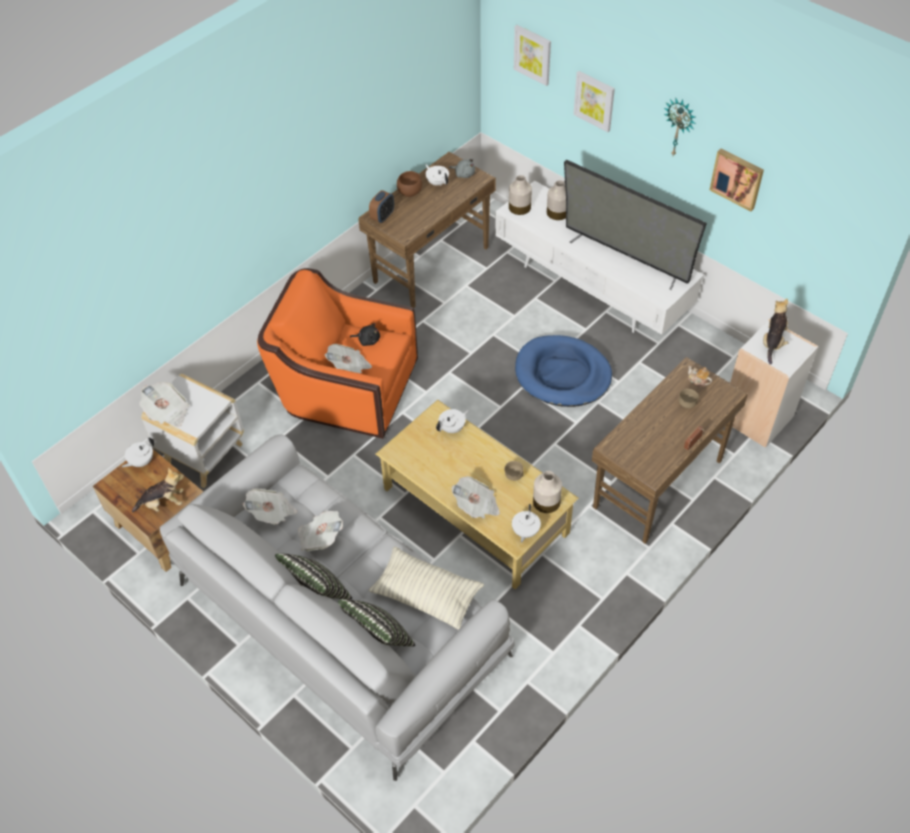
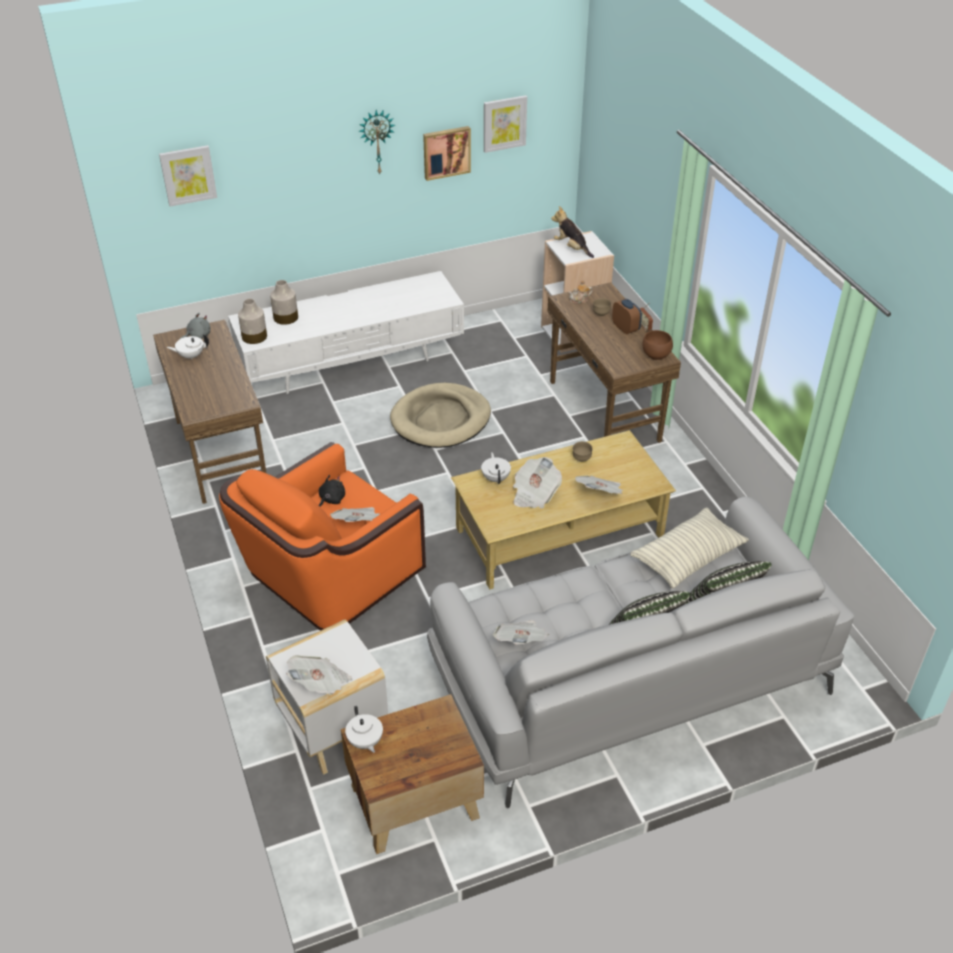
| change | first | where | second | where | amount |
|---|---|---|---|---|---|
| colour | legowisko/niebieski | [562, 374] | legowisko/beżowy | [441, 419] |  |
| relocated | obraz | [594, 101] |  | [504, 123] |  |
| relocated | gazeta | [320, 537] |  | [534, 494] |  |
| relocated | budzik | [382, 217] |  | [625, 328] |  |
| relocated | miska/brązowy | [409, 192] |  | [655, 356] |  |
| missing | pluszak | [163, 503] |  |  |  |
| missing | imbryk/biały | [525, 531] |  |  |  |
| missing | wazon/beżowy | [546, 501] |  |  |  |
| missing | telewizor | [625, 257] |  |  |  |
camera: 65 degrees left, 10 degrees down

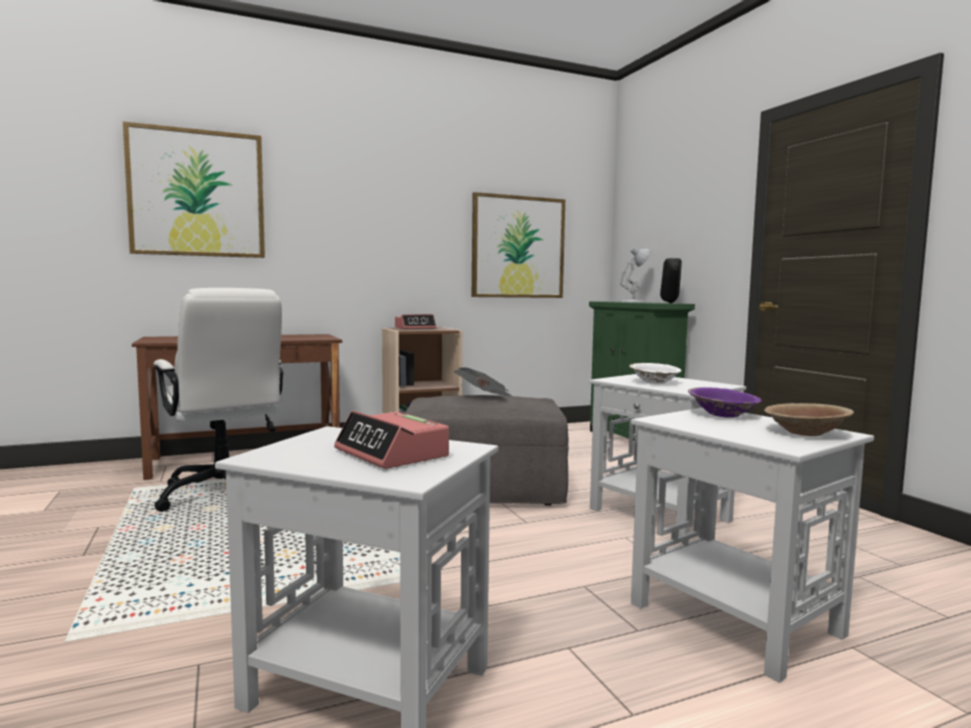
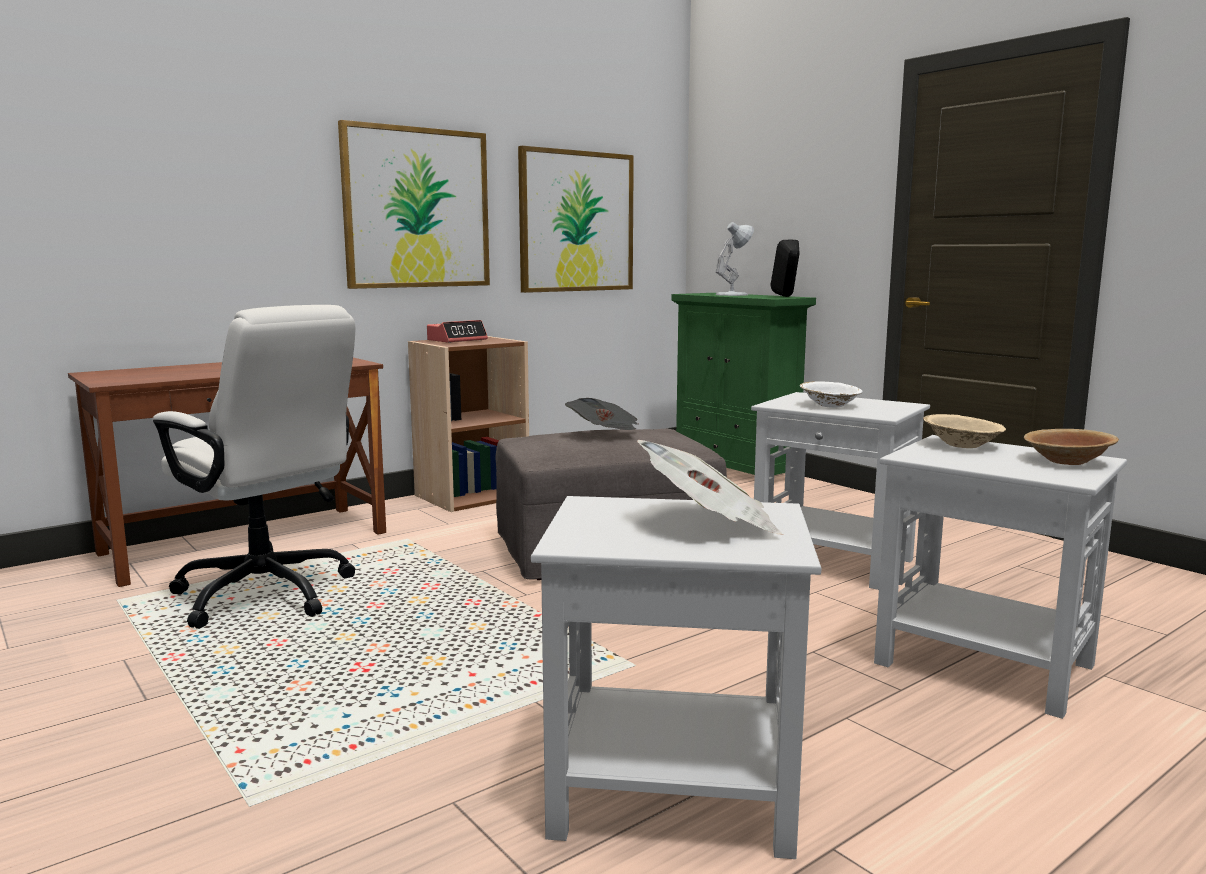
| change | first | where | second | where | amount |
|---|---|---|---|---|---|
| relocated | obraz | [197, 193] |  | [417, 208] |  |
| exchanged | budzik | [392, 453] | gazeta | [711, 524] |  |
| colour | miska/fioletowy | [723, 415] | miska/beżowy | [962, 445] |  |
camera: 15 degrees left, 5 degrees up

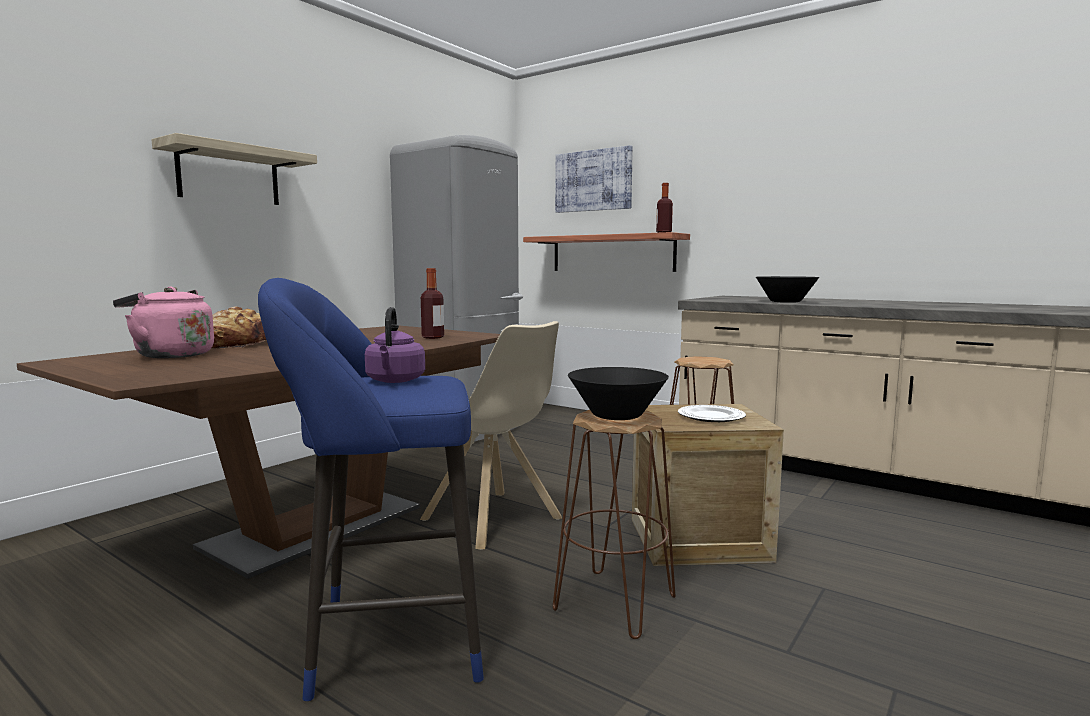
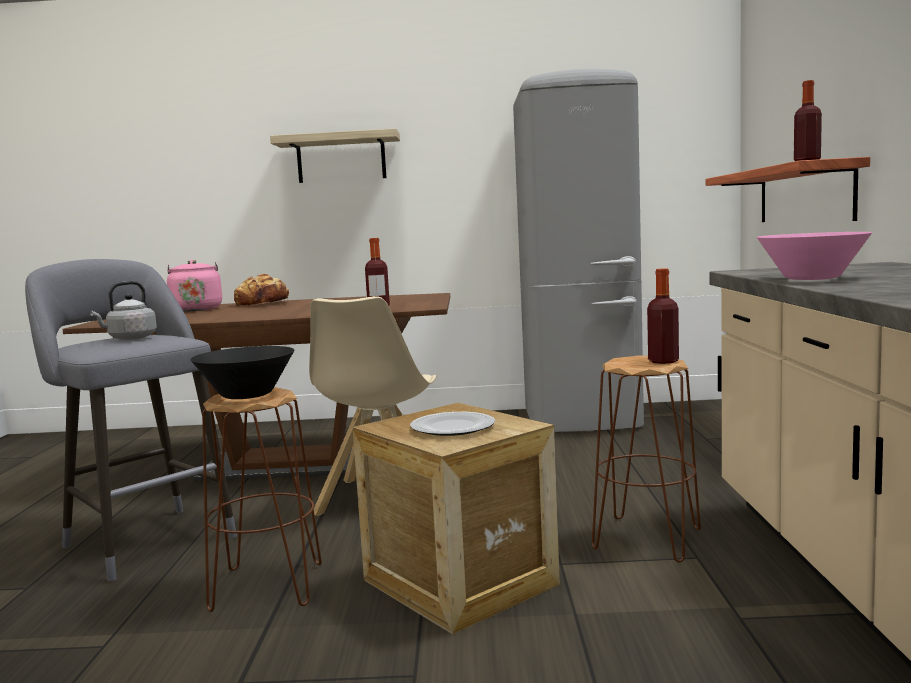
| change | first | where | second | where | amount |
|---|---|---|---|---|---|
| colour | stołek/niebieski | [386, 640] | stołek/szary | [145, 539] |  |
| colour | czajnik/fioletowy | [395, 381] | czajnik/szary | [130, 338] |  |
| appeared |  |  | butelka | [663, 361] |  |
| colour | miska/czarny | [785, 302] | miska/różowy | [811, 278] |  |
| missing | obraz | [593, 180] |  |  |  |
camera: 55 degrees right, 0 degrees up

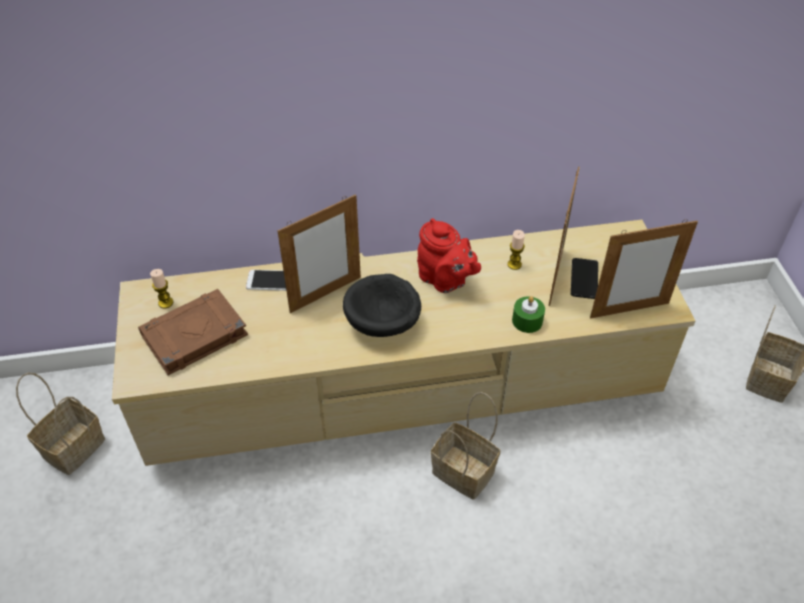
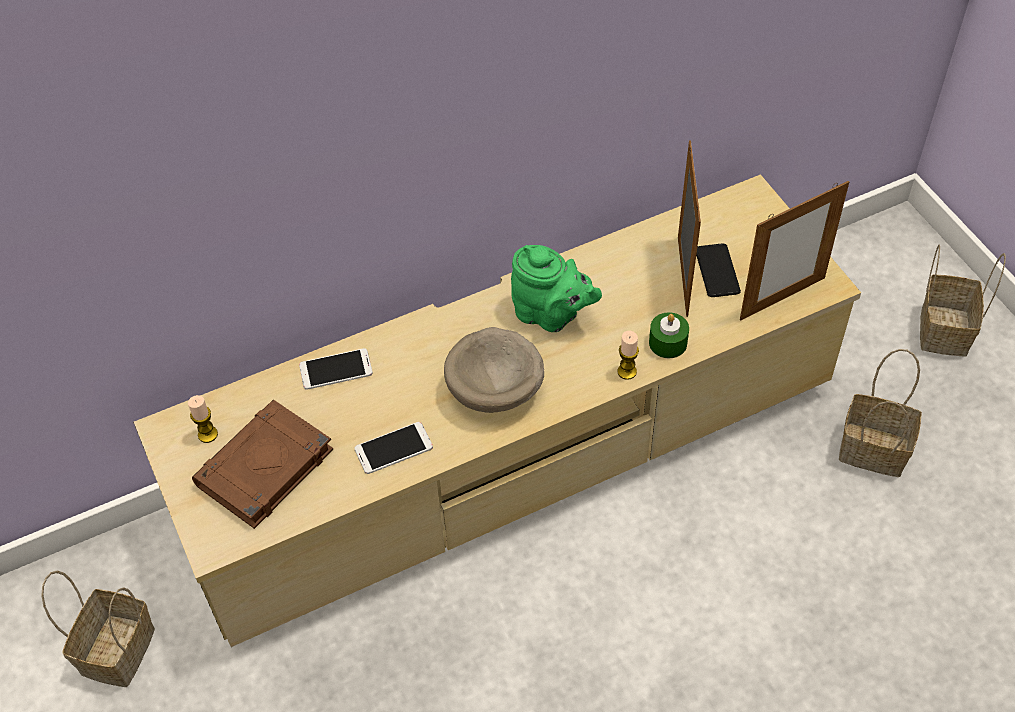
| change | first | where | second | where | amount |
|---|---|---|---|---|---|
| appeared |  |  | telefon | [393, 448] |  |
| colour | miska/czarny | [384, 323] | miska/beżowy | [497, 390] |  |
| colour | imbryk/czerwony | [445, 280] | imbryk/zielony | [551, 315] |  |
| relocated | świeca | [514, 264] |  | [627, 371] |  |
| relocated | koszyk | [465, 472] |  | [876, 449] |  |
| missing | ramka na zdjęcie | [325, 294] |  |  |  |
camera: 15 degrees left, 5 degrees up

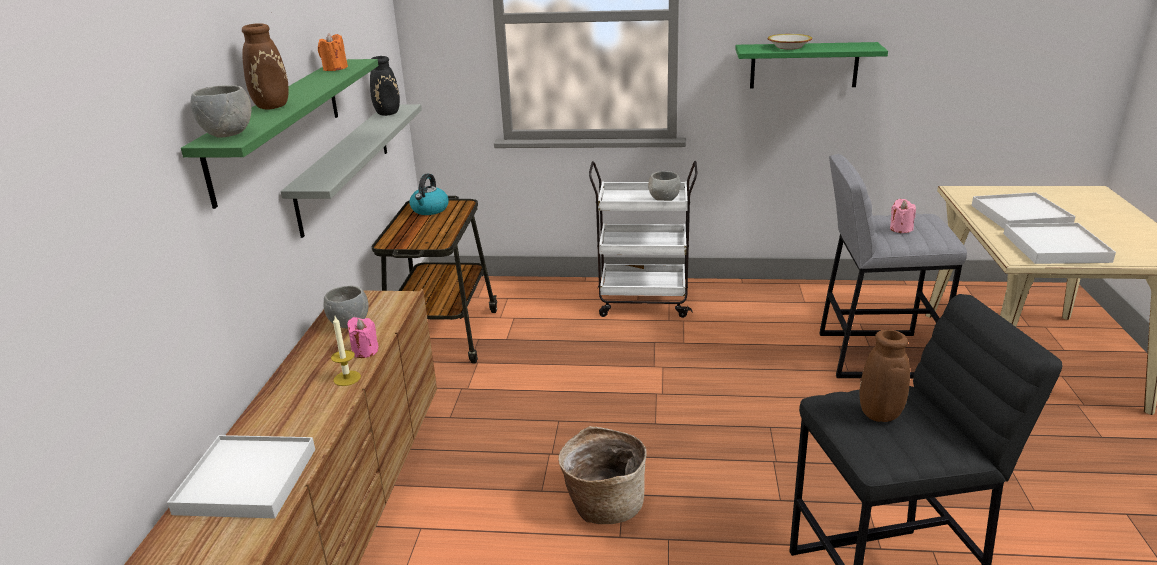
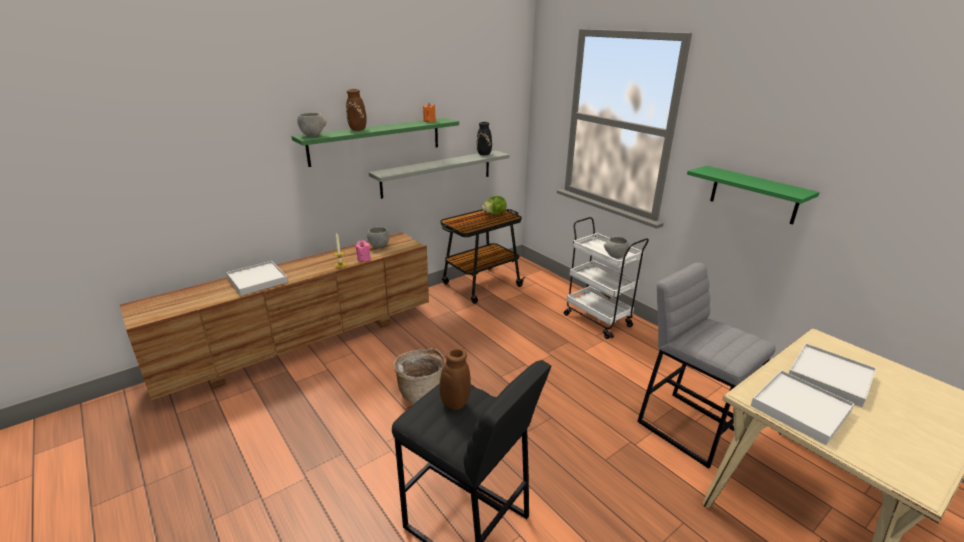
| change | first | where | second | where | amount |
|---|---|---|---|---|---|
| exchanged | czajnik | [430, 210] | sałata | [494, 214] |  |
| missing | miska | [789, 47] |  |  |  |
| missing | świeca/różowy | [900, 229] |  |  |  |
camera: 45 degrees right, 0 degrees up

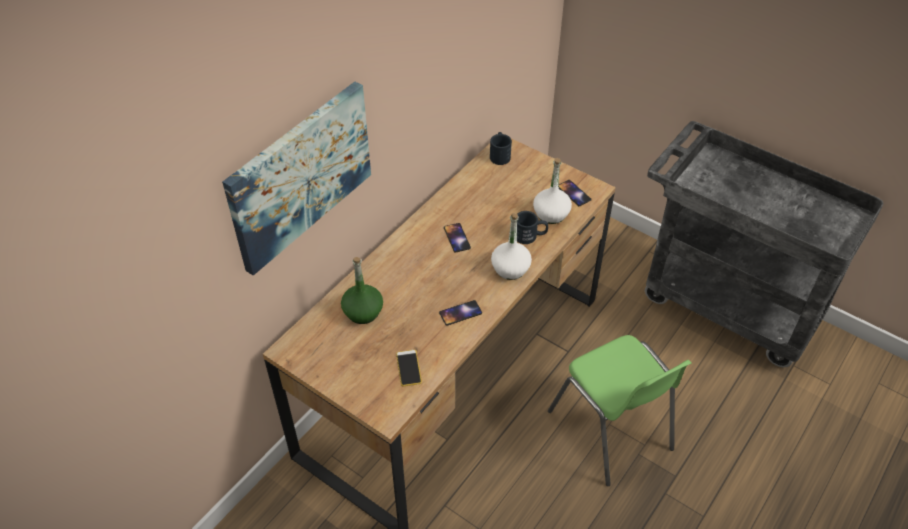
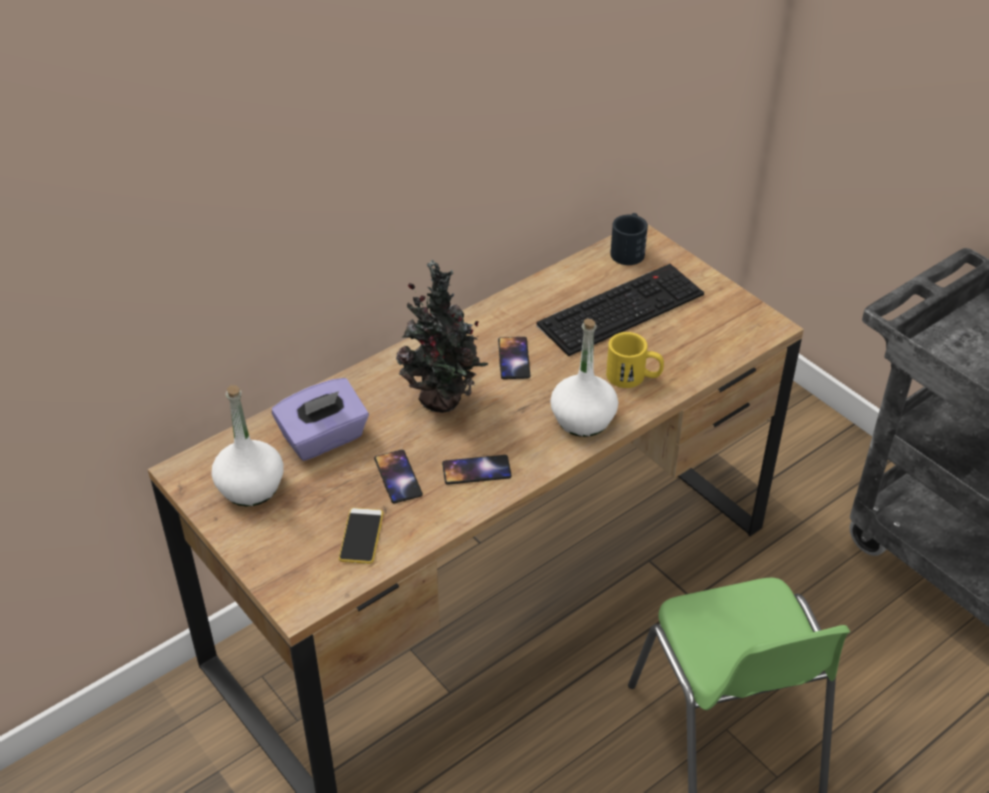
| change | first | where | second | where | amount |
|---|---|---|---|---|---|
| relocated | butelka/biały | [551, 214] |  | [251, 487] |  |
| exchanged | butelka/zielony | [363, 312] | pudełko chusteczek/fioletowy | [324, 438] |  |
| relocated | telefon | [573, 193] |  | [398, 477] |  |
| appeared |  |  | roślina doniczkowa | [444, 402] |  |
| appeared |  |  | klawiatura | [621, 308] |  |
| colour | kubek/czarny | [530, 236] | kubek/żółty | [634, 377] |  |
| missing | obraz | [300, 175] |  |  |  |
camera: 15 degrees right, 5 degrees down

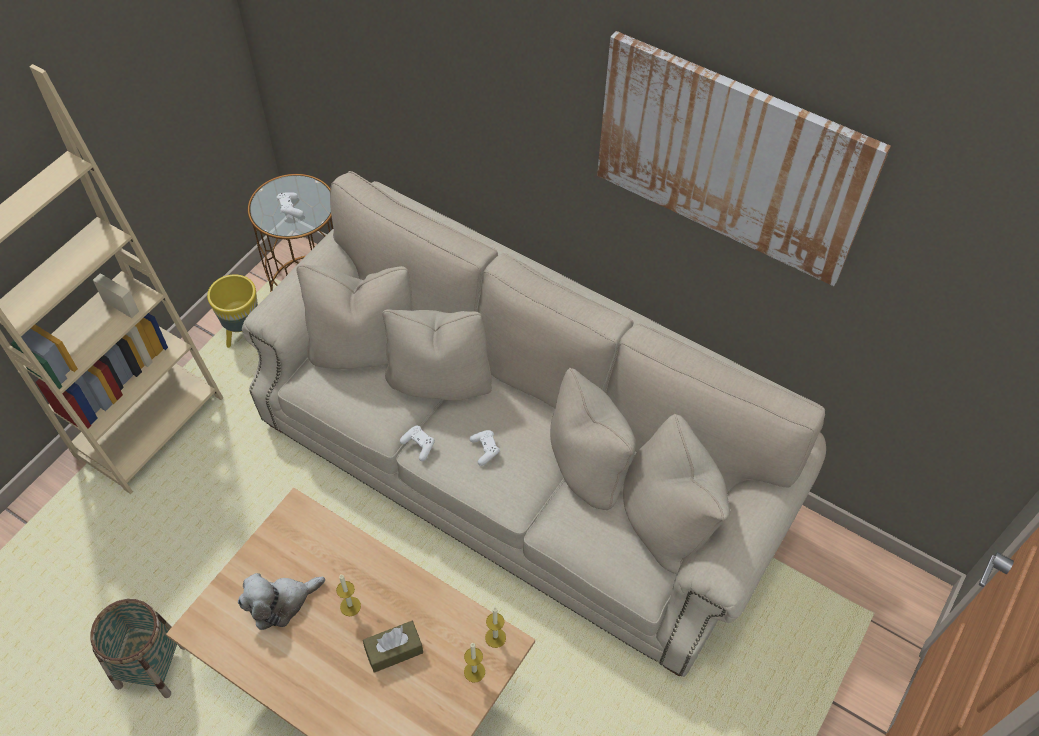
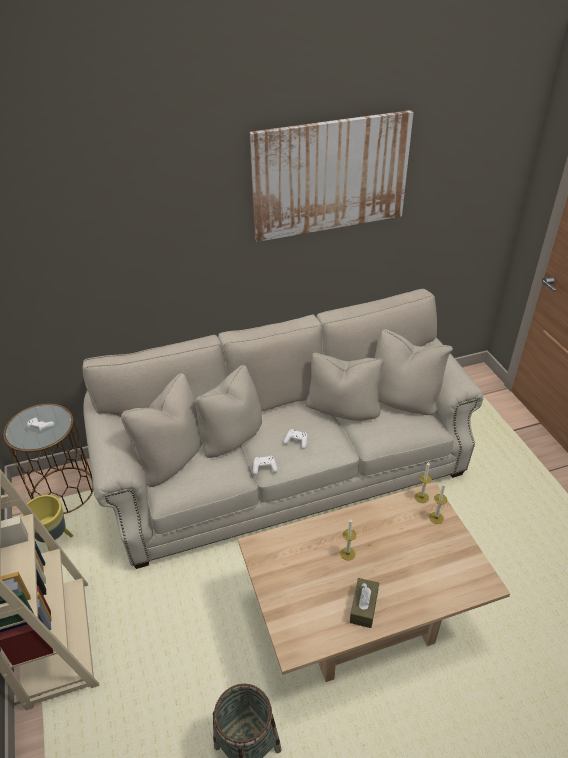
| change | first | where | second | where | amount |
|---|---|---|---|---|---|
| relocated | pudełko chusteczek/brązowy | [394, 650] |  | [364, 607] |  |
| missing | pluszak | [281, 603] |  |  |  |
camera: 50 degrees left, 15 degrees down

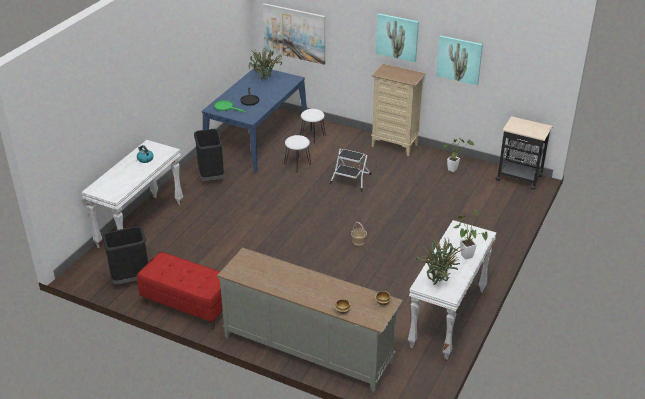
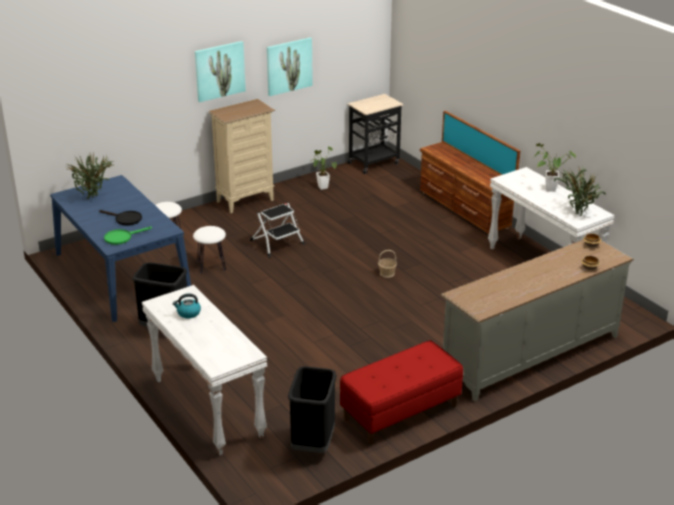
| change | first | where | second | where | amount |
|---|---|---|---|---|---|
| appeared |  |  | komoda/brązowy | [464, 210] |  |
| missing | obraz | [294, 33] |  |  |  |
camera: 60 degrees left, 5 degrees down

